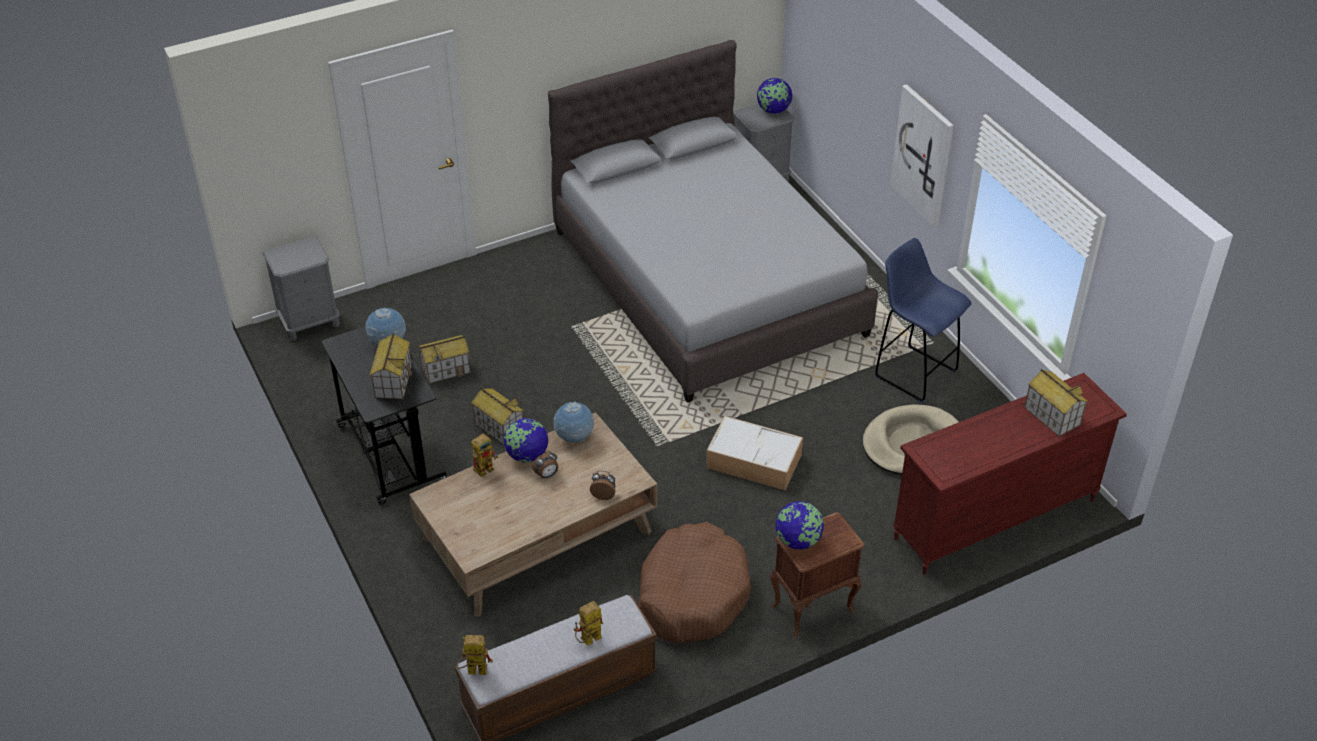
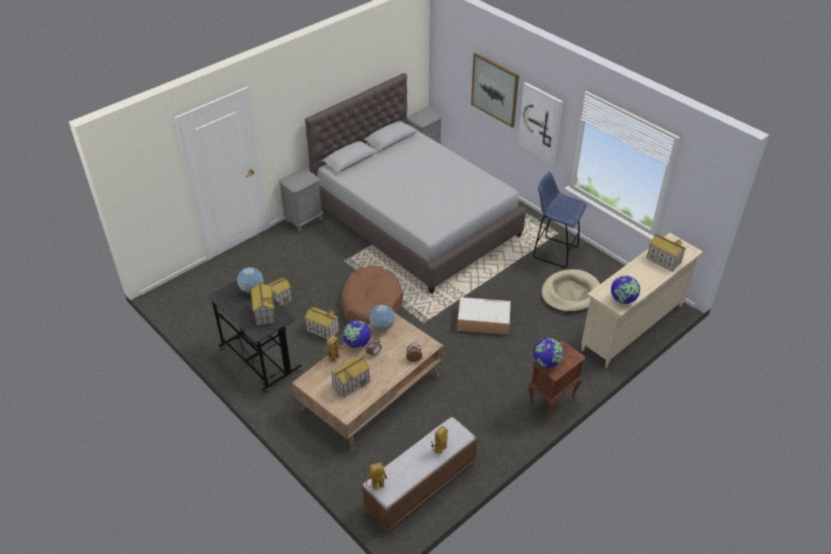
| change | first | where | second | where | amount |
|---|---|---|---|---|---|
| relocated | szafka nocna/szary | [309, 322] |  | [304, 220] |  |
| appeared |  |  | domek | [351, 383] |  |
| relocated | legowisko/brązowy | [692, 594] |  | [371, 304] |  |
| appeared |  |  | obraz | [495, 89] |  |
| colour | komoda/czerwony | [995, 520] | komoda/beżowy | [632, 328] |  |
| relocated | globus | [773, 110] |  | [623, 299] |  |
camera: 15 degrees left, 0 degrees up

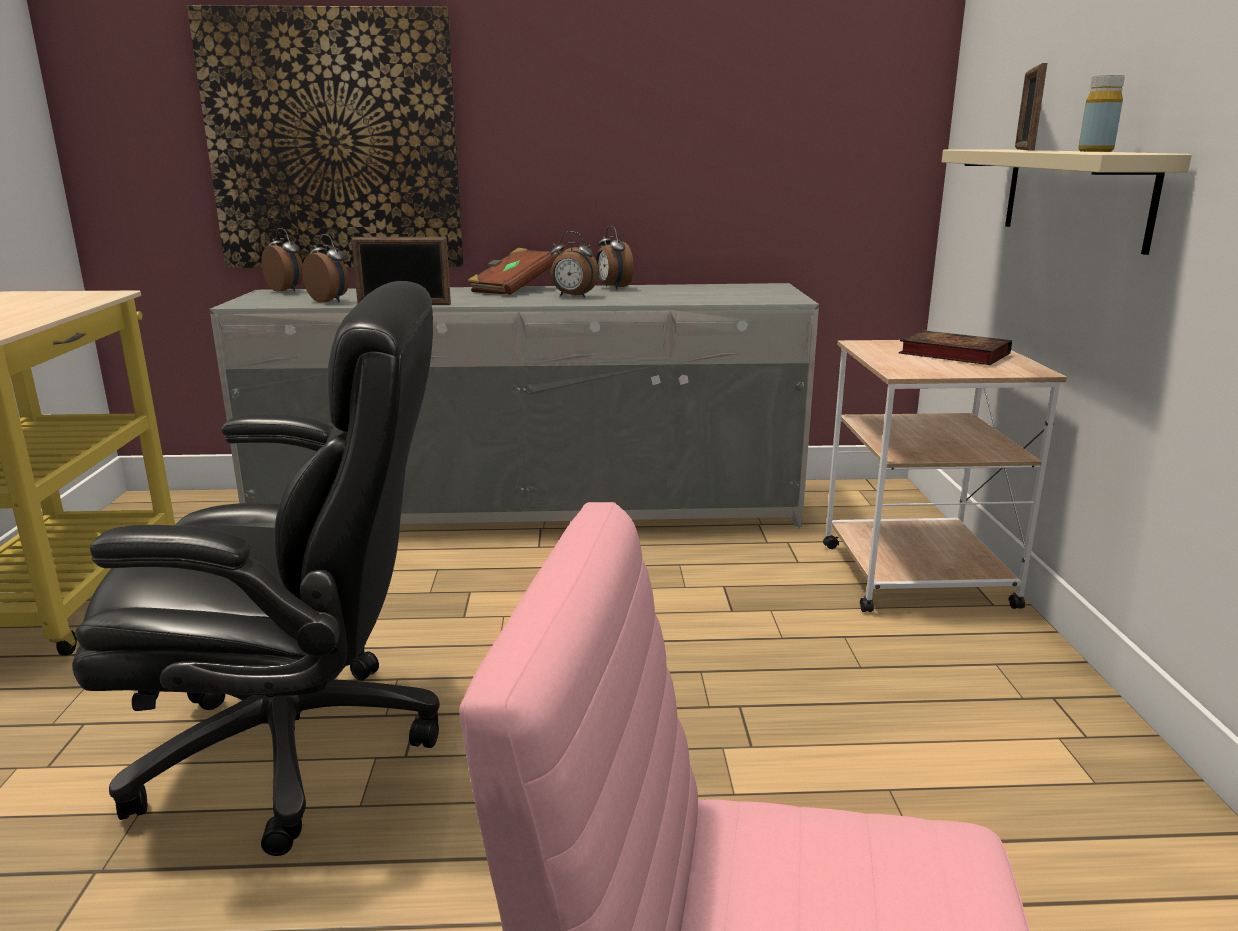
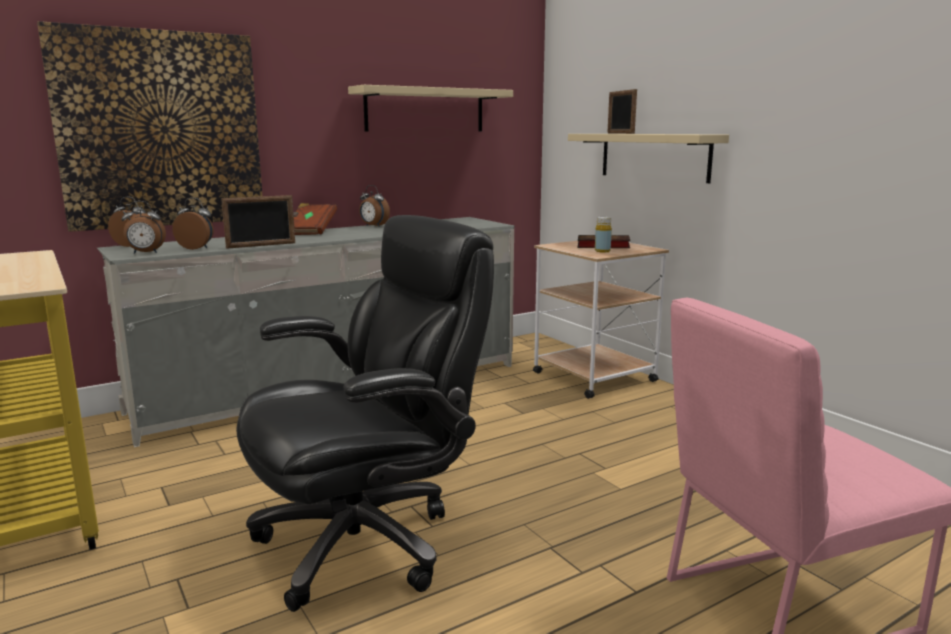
| change | first | where | second | where | amount |
|---|---|---|---|---|---|
| relocated | budzik | [573, 296] |  | [145, 253] |  |
| appeared |  |  | półka/beżowy | [425, 110] |  |
| relocated | butelka/żółty | [1095, 151] |  | [602, 251] |  |
camera: 30 degrees left, 5 degrees down

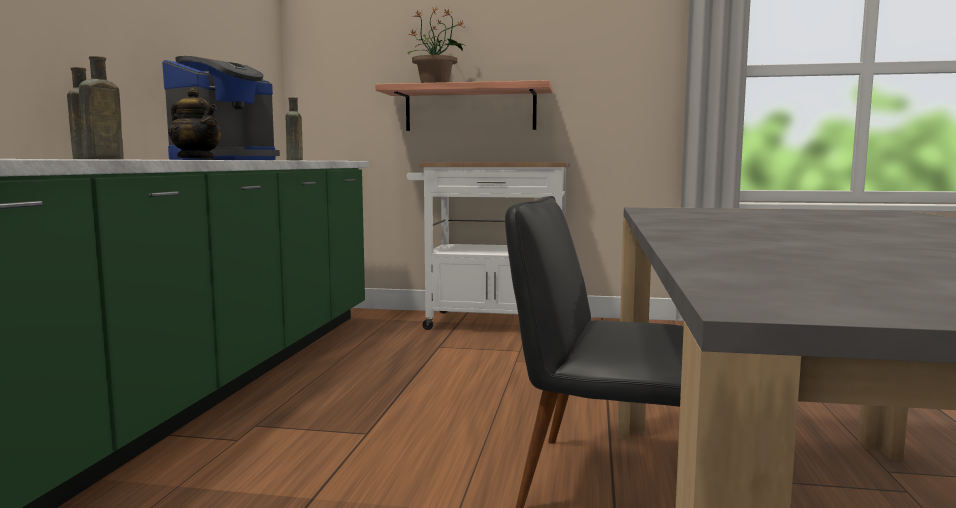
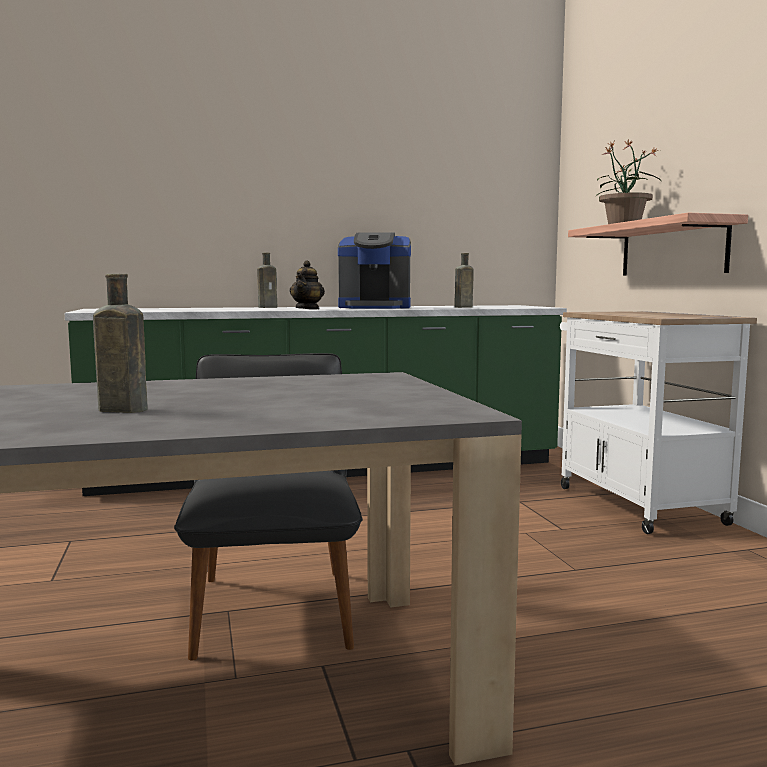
| change | first | where | second | where | amount |
|---|---|---|---|---|---|
| relocated | butelka/brązowy | [101, 159] |  | [119, 410] |  |
camera: 65 degrees right, 0 degrees up

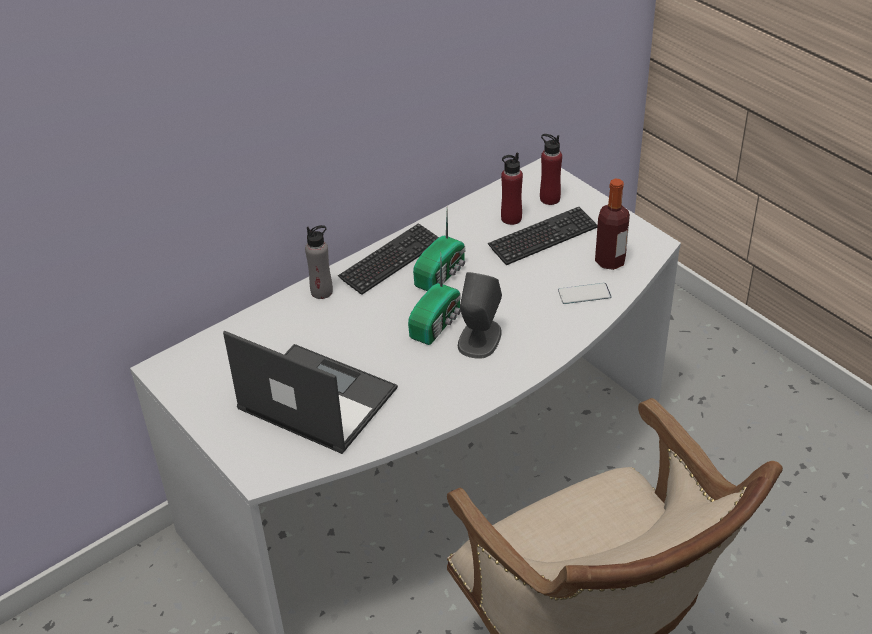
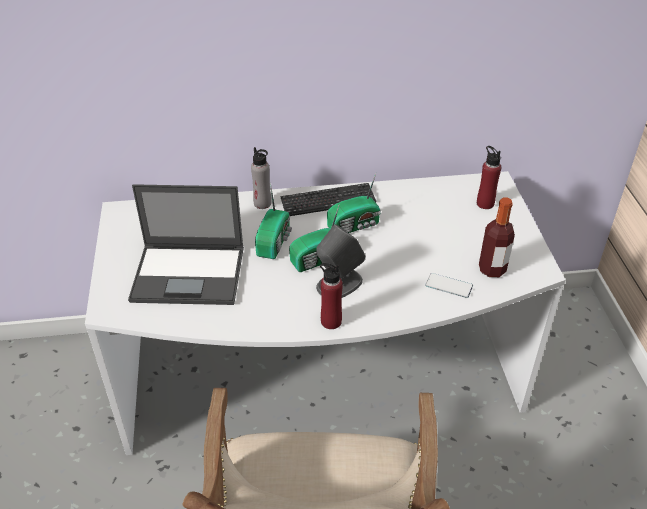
| change | first | where | second | where | amount |
|---|---|---|---|---|---|
| spun | laptop | [315, 398] |  | [190, 274] | 120 degrees clockwise |
| appeared |  |  | radio | [275, 241] |  |
| relocated | butelka/czerwony | [511, 218] |  | [331, 321] |  |
| missing | klawiatura | [543, 238] |  |  |  |
camera: 30 degrees right, 0 degrees up

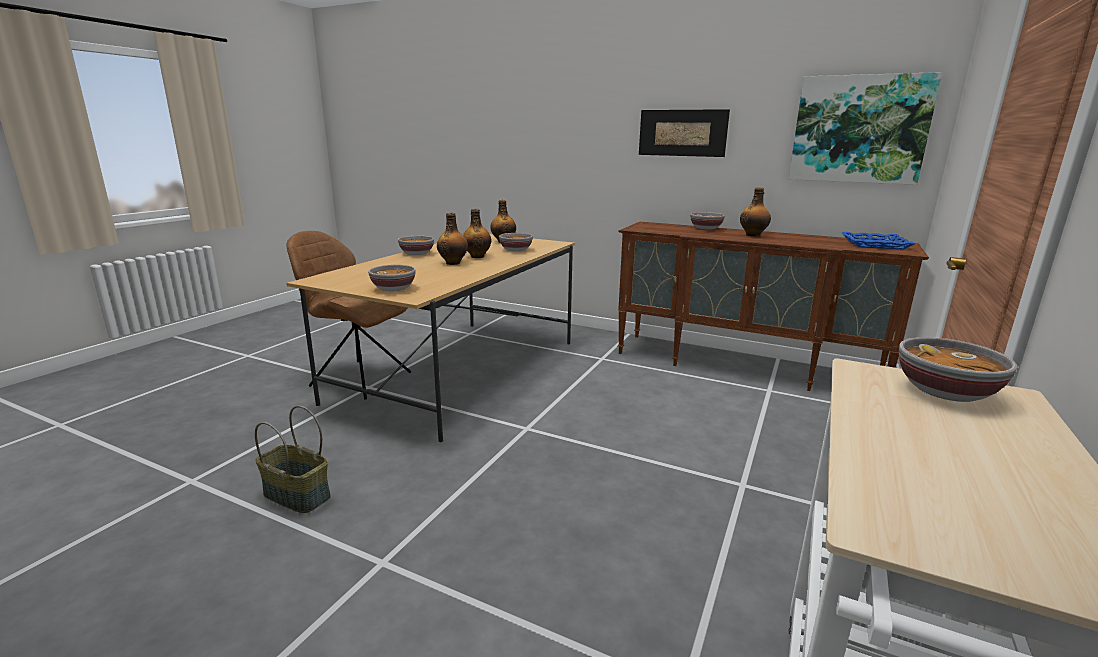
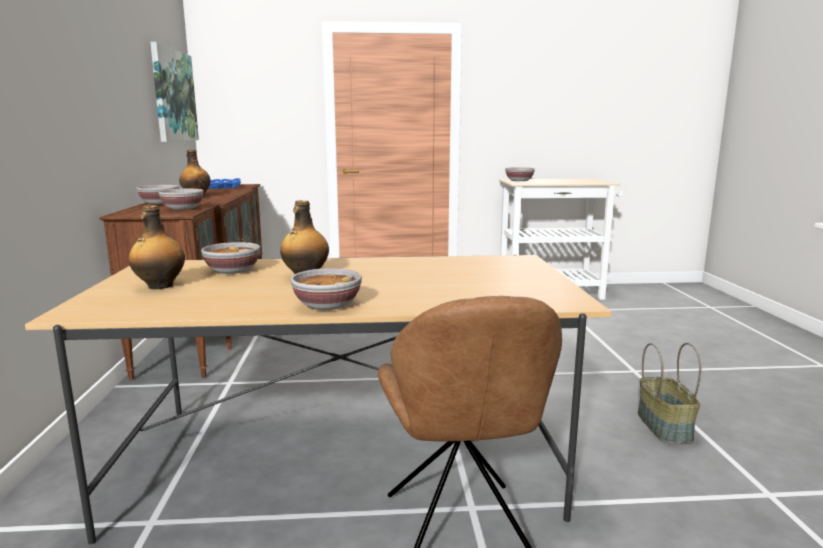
| change | first | where | second | where | amount |
|---|---|---|---|---|---|
| relocated | miska | [394, 288] |  | [182, 208] |  |
| missing | butelka | [453, 263] |  |  |  |
| missing | obraz | [682, 133] |  |  |  |
camera: 120 degrees left, 5 degrees down

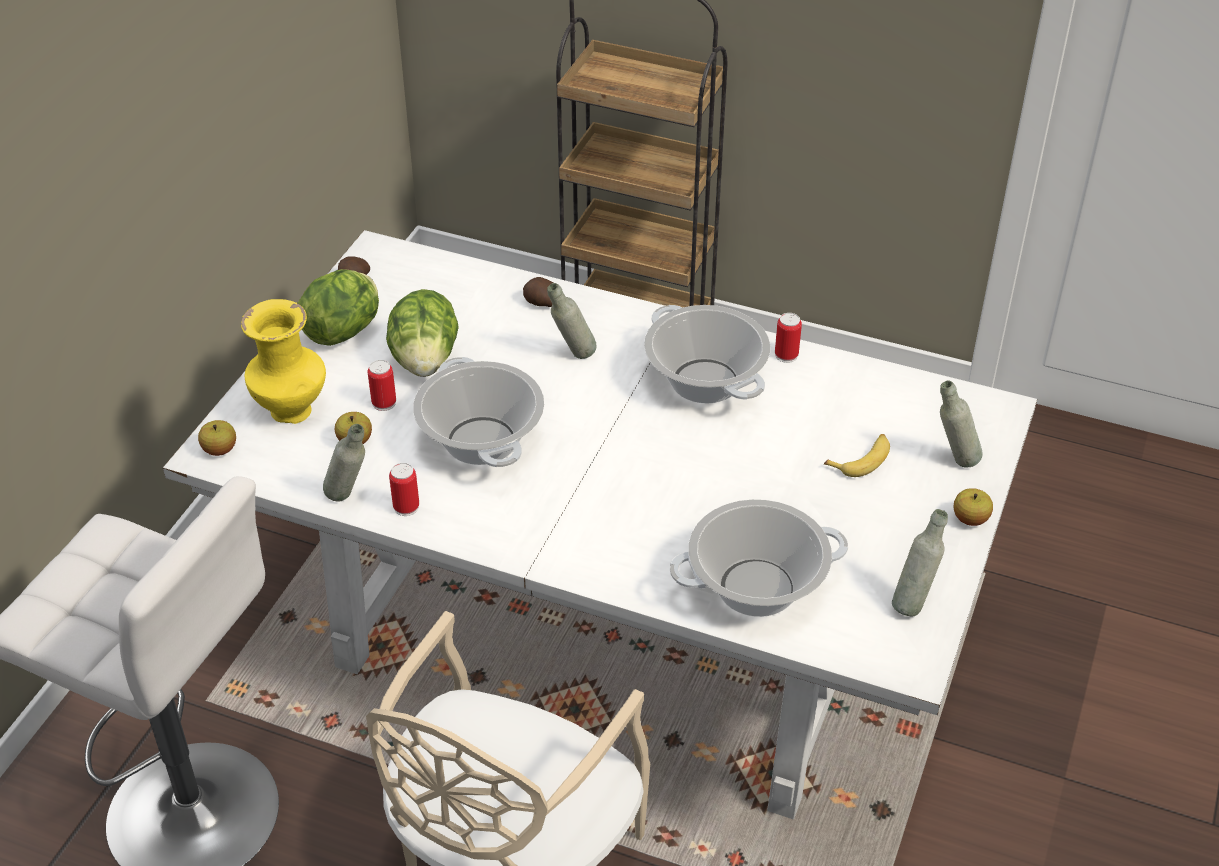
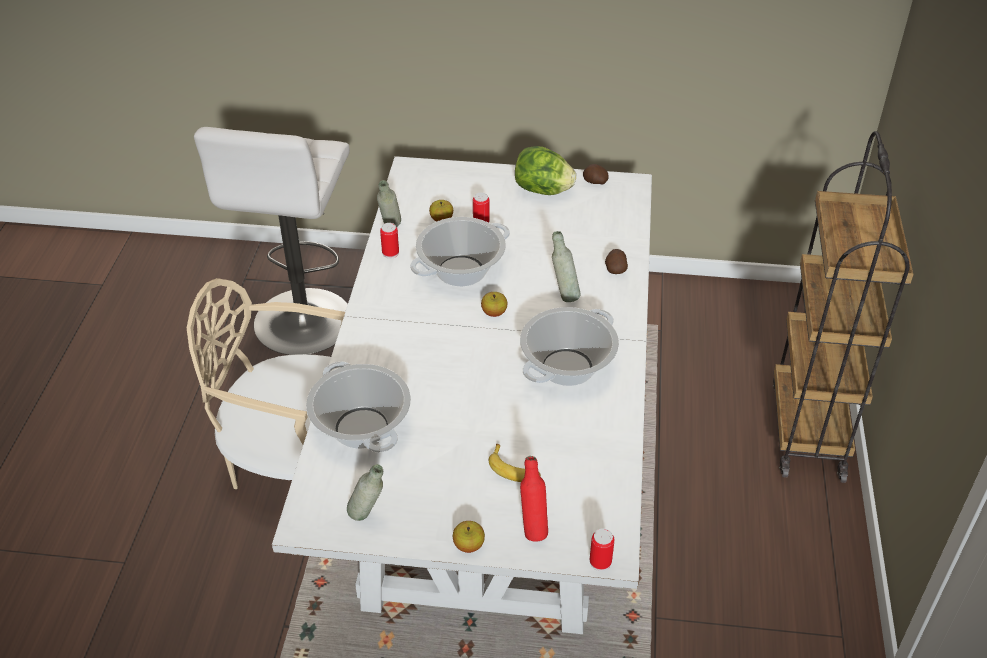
| change | first | where | second | where | amount |
|---|---|---|---|---|---|
| relocated | jabłko | [220, 450] |  | [494, 313] |  |
| colour | butelka/szary | [953, 461] | butelka/czerwony | [533, 528] |  |
| relocated | puszka | [786, 355] |  | [600, 562] |  |
| missing | wazon/żółty | [292, 412] |  |  |  |
| missing | sałata | [425, 360] |  |  |  |
camera: 75 degrees right, 0 degrees up

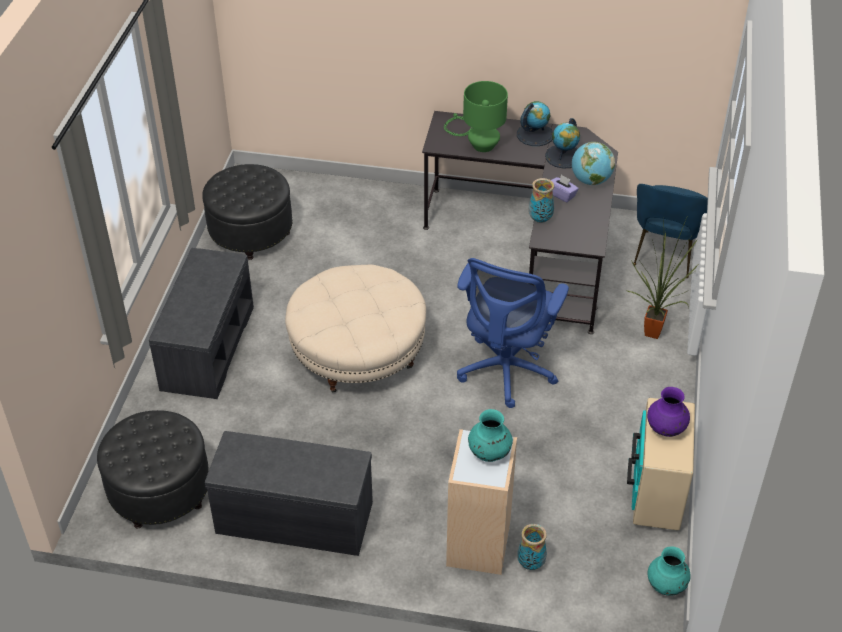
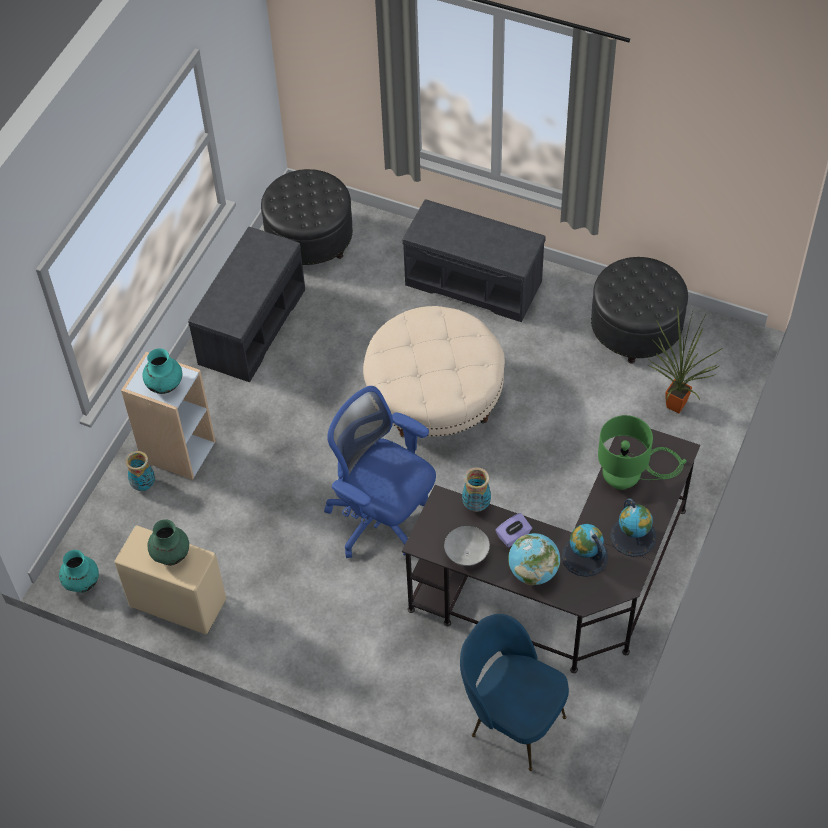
| change | first | where | second | where | amount |
|---|---|---|---|---|---|
| colour | wazon/fioletowy | [666, 429] | wazon/zielony | [170, 555] |  |
| appeared |  |  | miska/szary | [467, 553] |  |
| relocated | roślina doniczkowa | [655, 334] |  | [673, 408] |  |
camera: 105 degrees right, 10 degrees up

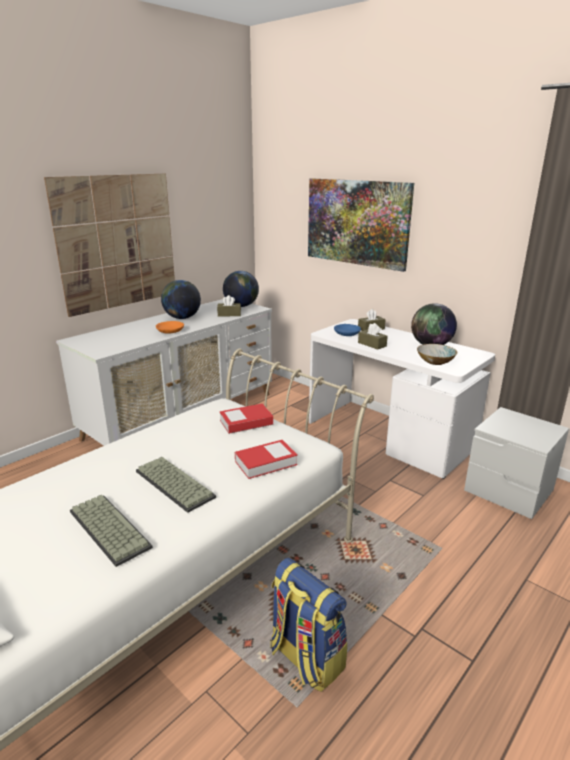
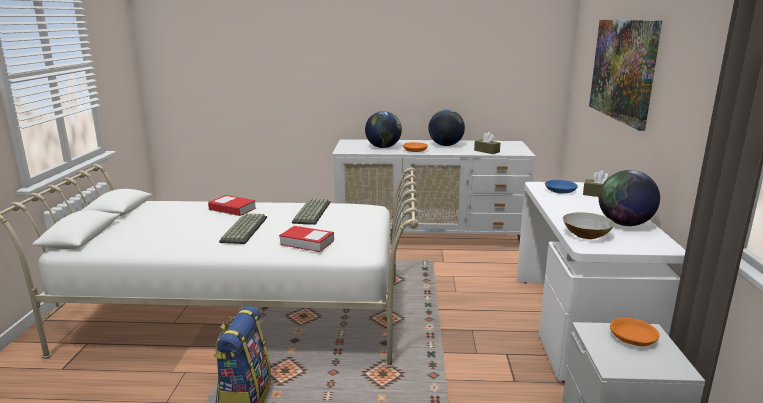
| change | first | where | second | where | amount |
|---|---|---|---|---|---|
| relocated | książka | [246, 422] |  | [232, 209] |  |
| relocated | klawiatura | [107, 529] |  | [311, 212] |  |
| relocated | globus | [241, 306] |  | [383, 147] |  |
| appeared |  |  | miska/pomarańczowy | [633, 339] |  |
| missing | obraz | [117, 242] |  |  |  |
| missing | pudełko chusteczek/brązowy | [372, 344] |  |  |  |
camera: 50 degrees right, 5 degrees down

